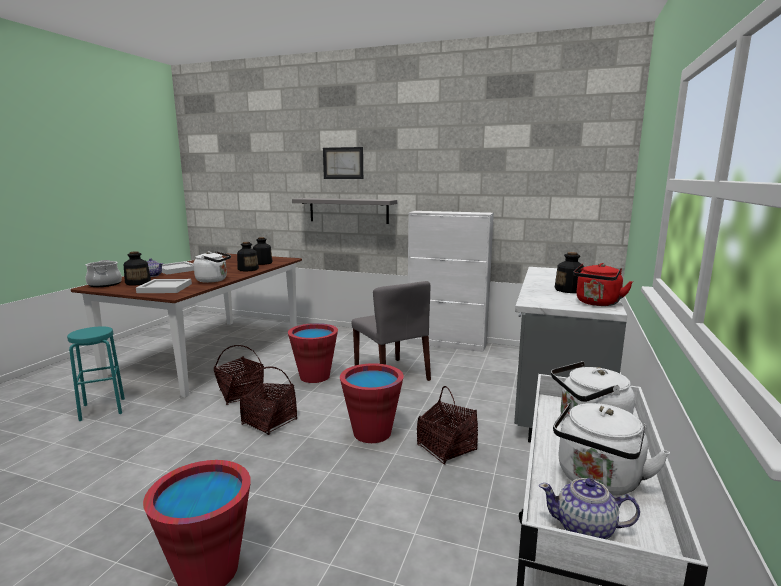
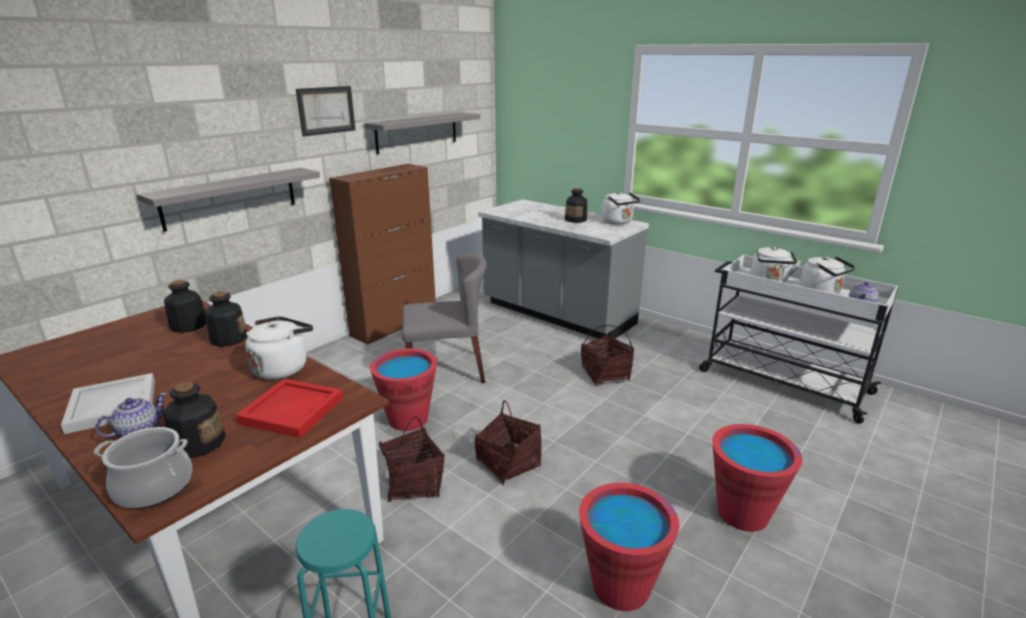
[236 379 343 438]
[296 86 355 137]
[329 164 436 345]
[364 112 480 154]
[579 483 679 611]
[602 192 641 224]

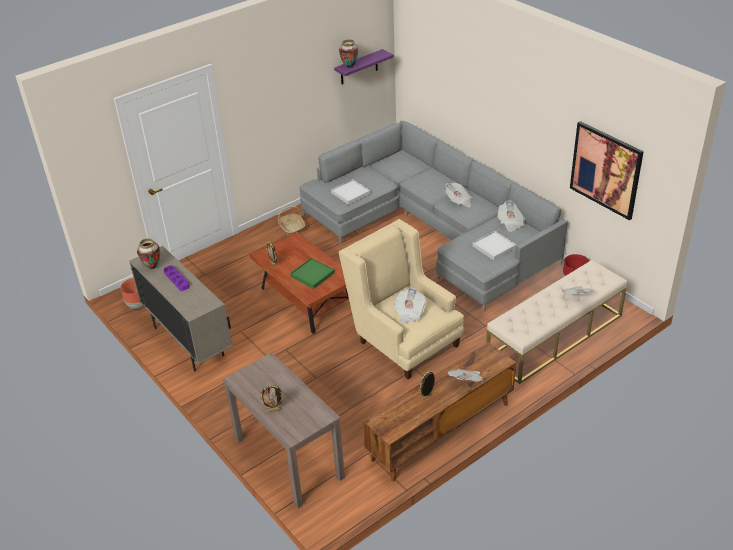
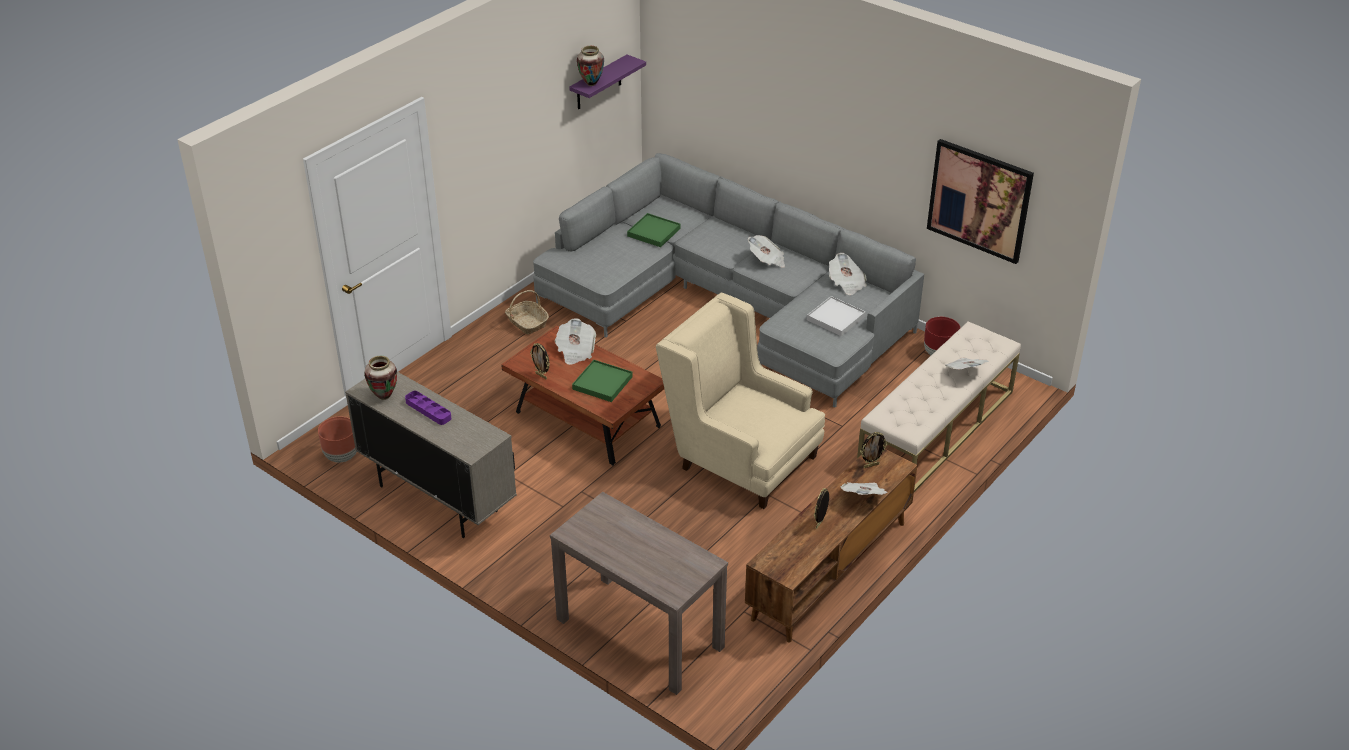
[555 318 596 365]
[627 213 681 247]
[860 432 887 468]
[331 179 370 205] (first image)

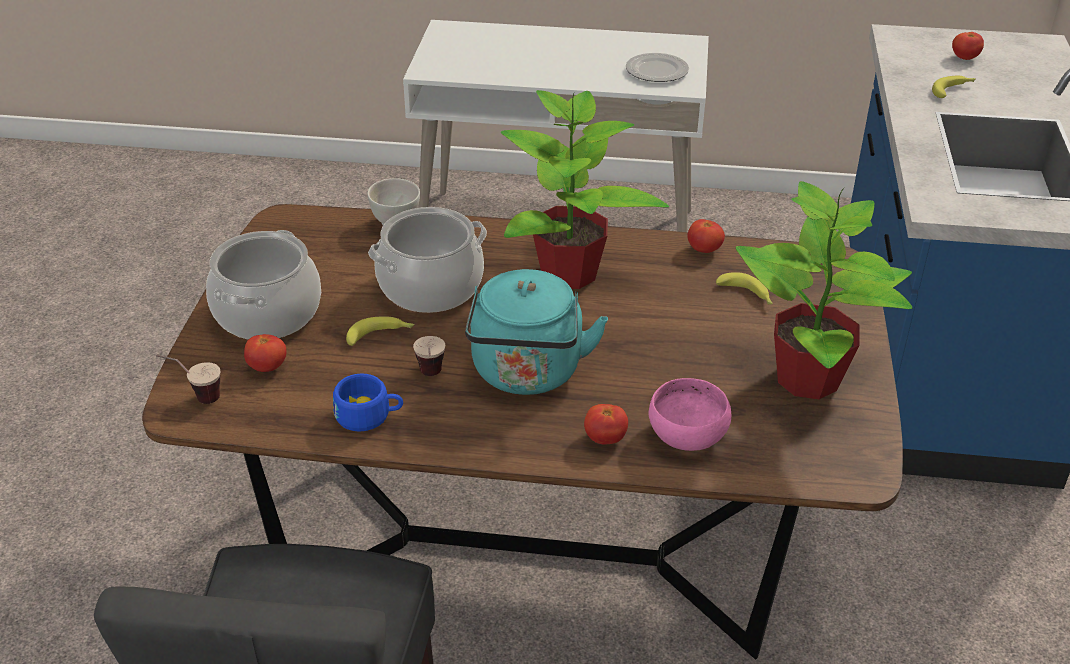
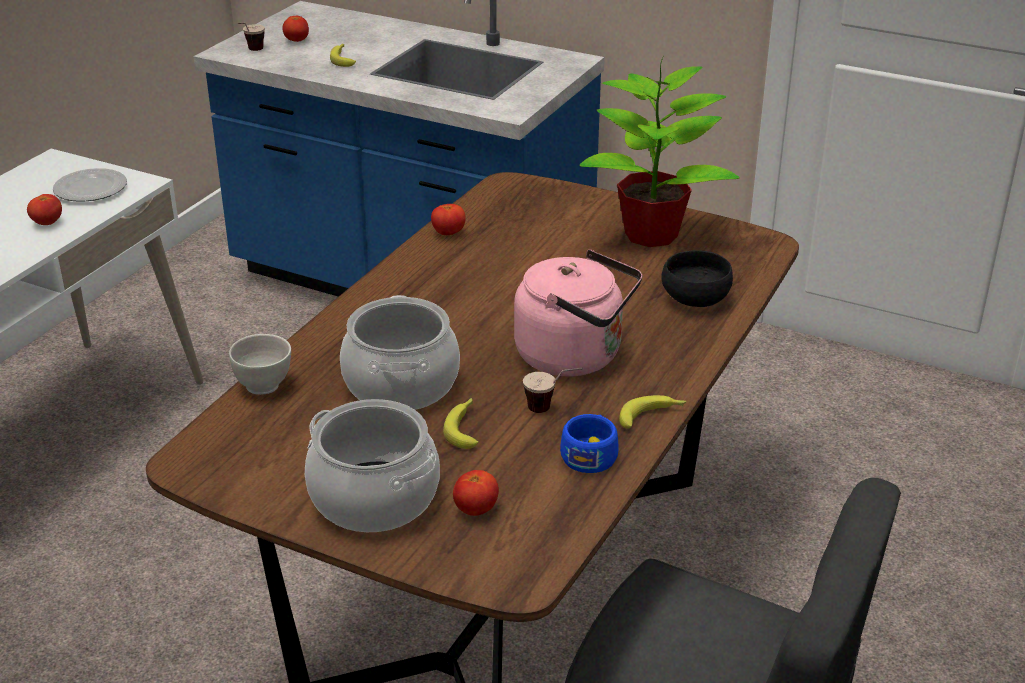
[27 194 62 225]
[237 22 265 51]
[514 250 642 377]
[619 395 687 429]
[661 250 733 307]
[501 90 669 289] (first image)

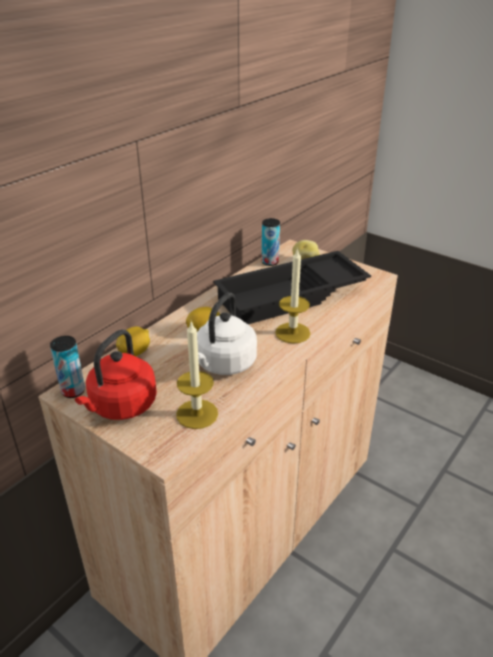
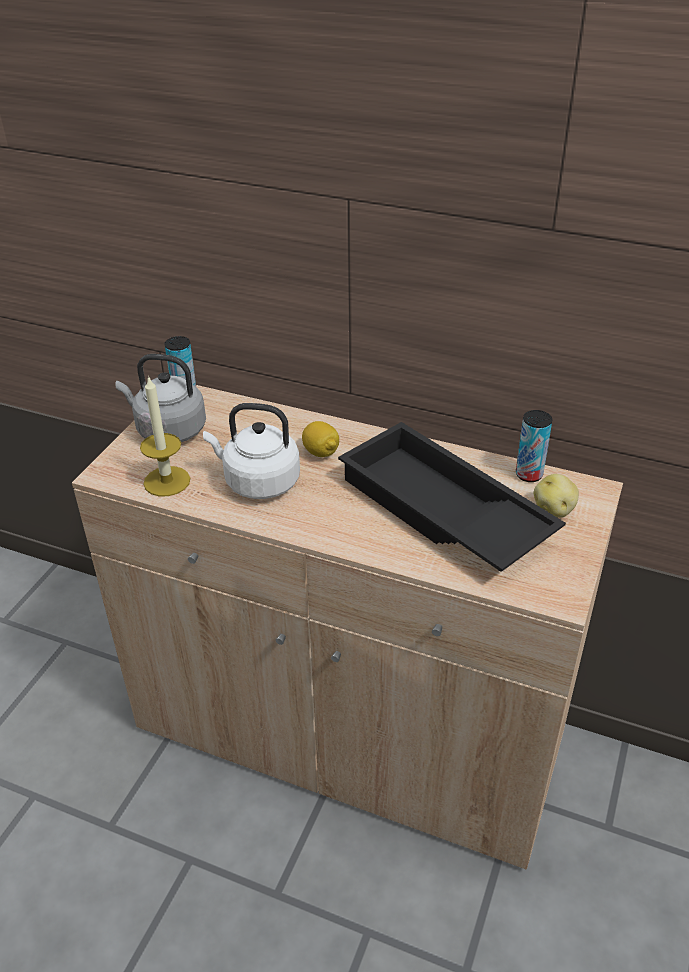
[116 354 206 442]
[116 327 150 357] (first image)
[275 248 311 343] (first image)

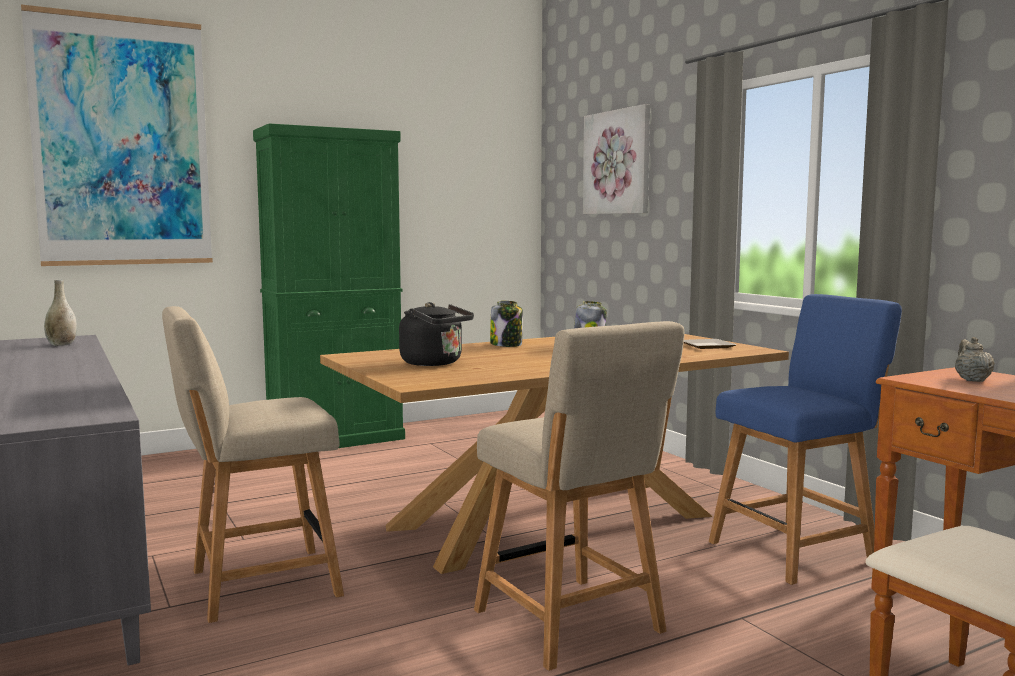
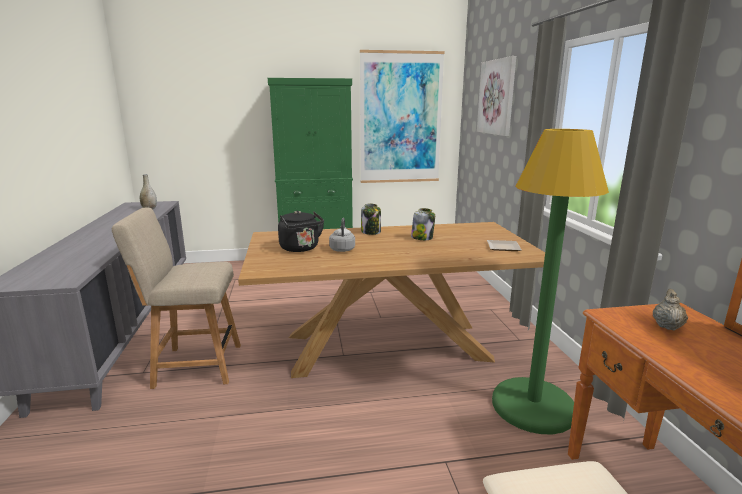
[329 218 355 252]
[360 50 445 183]
[492 129 609 434]
[474 321 685 671] (first image)

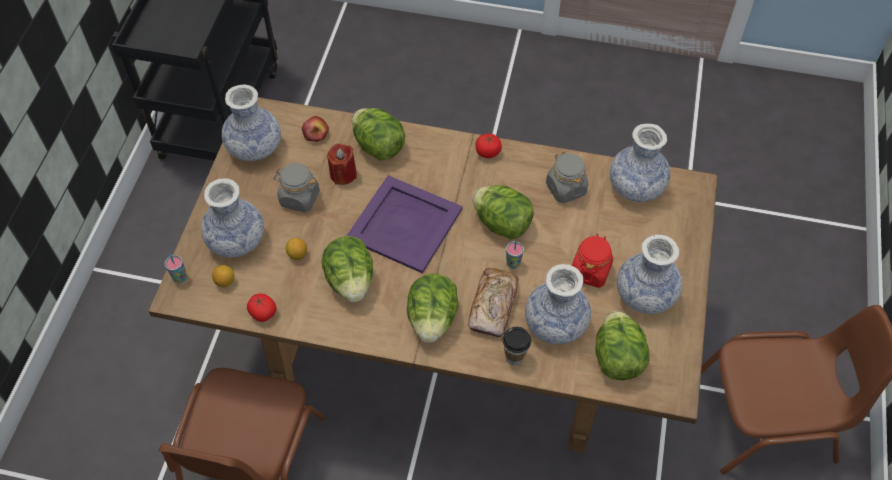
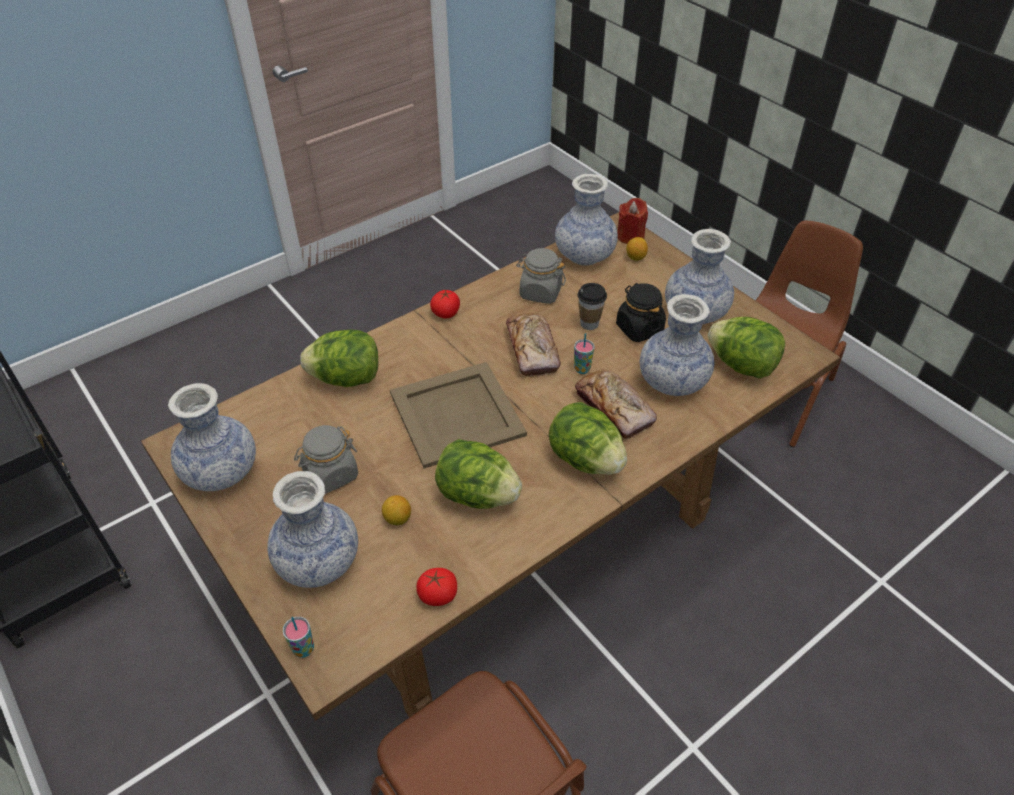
[390 362 527 468]
[506 313 561 377]
[578 283 607 330]
[616 283 666 342]
[618 198 648 244]
[626 237 648 261]
[302 116 329 142] (first image)

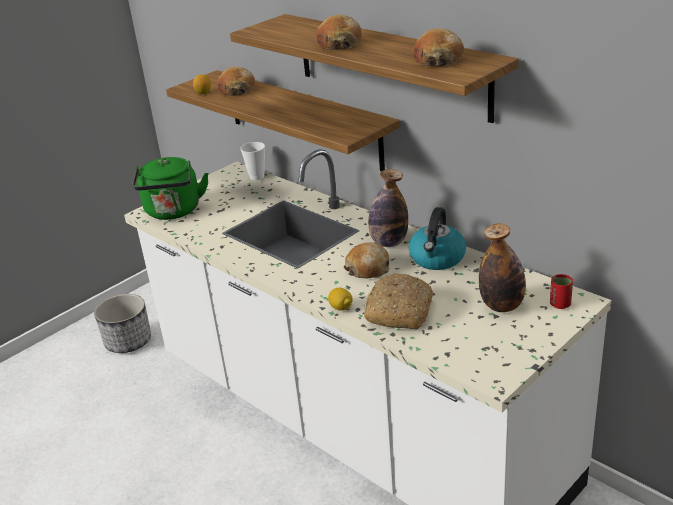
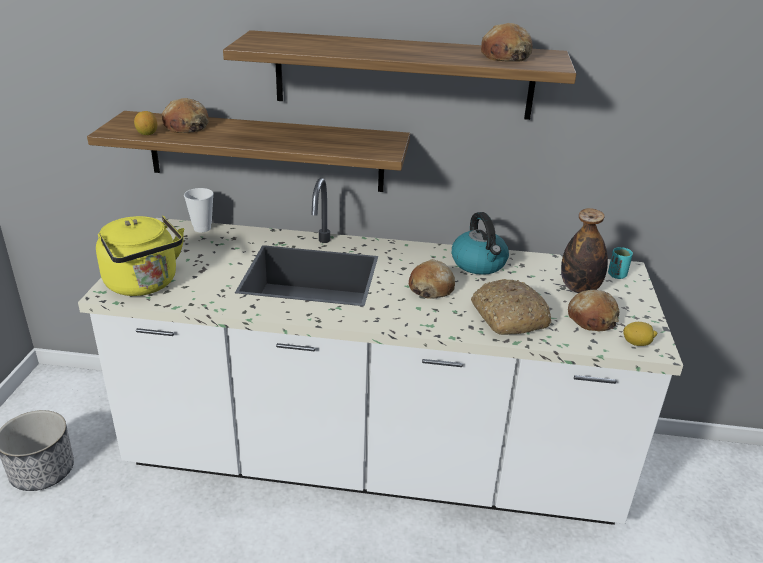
[96 216 184 296]
[568 290 620 331]
[608 247 633 279]
[623 322 657 346]
[368 169 408 247] (first image)

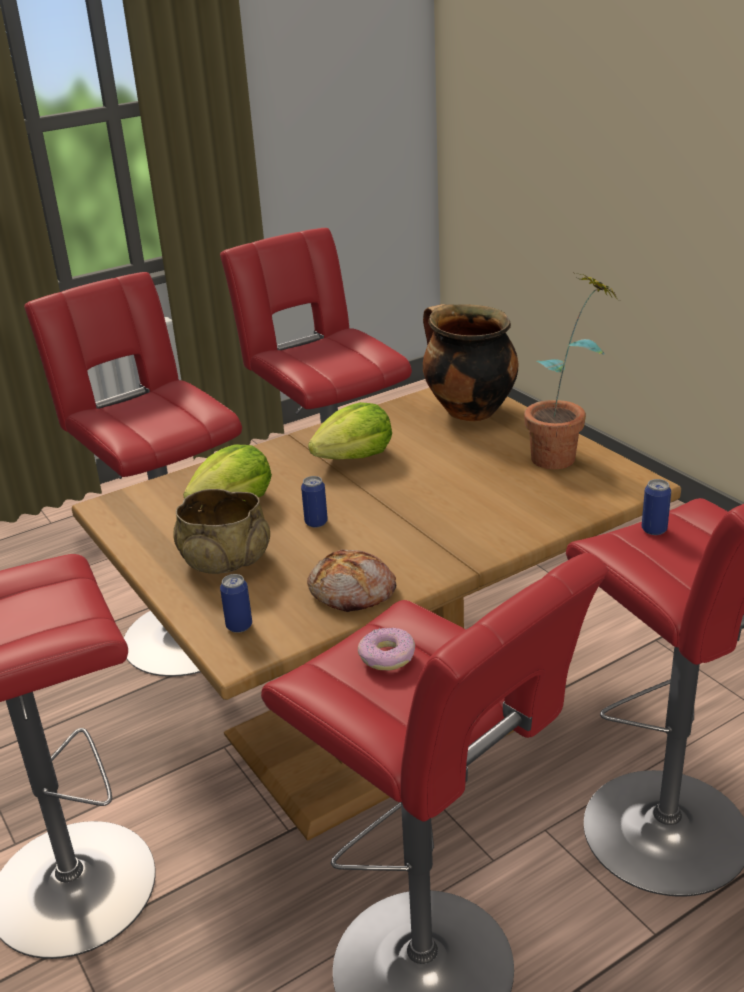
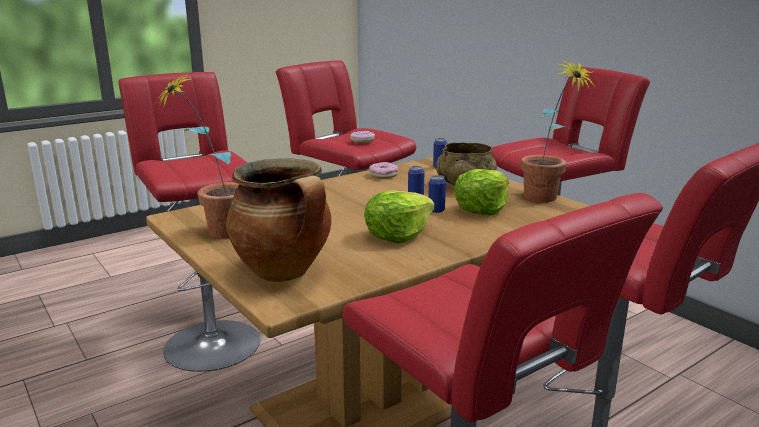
[369 162 398 179]
[428 175 446 213]
[521 59 596 202]

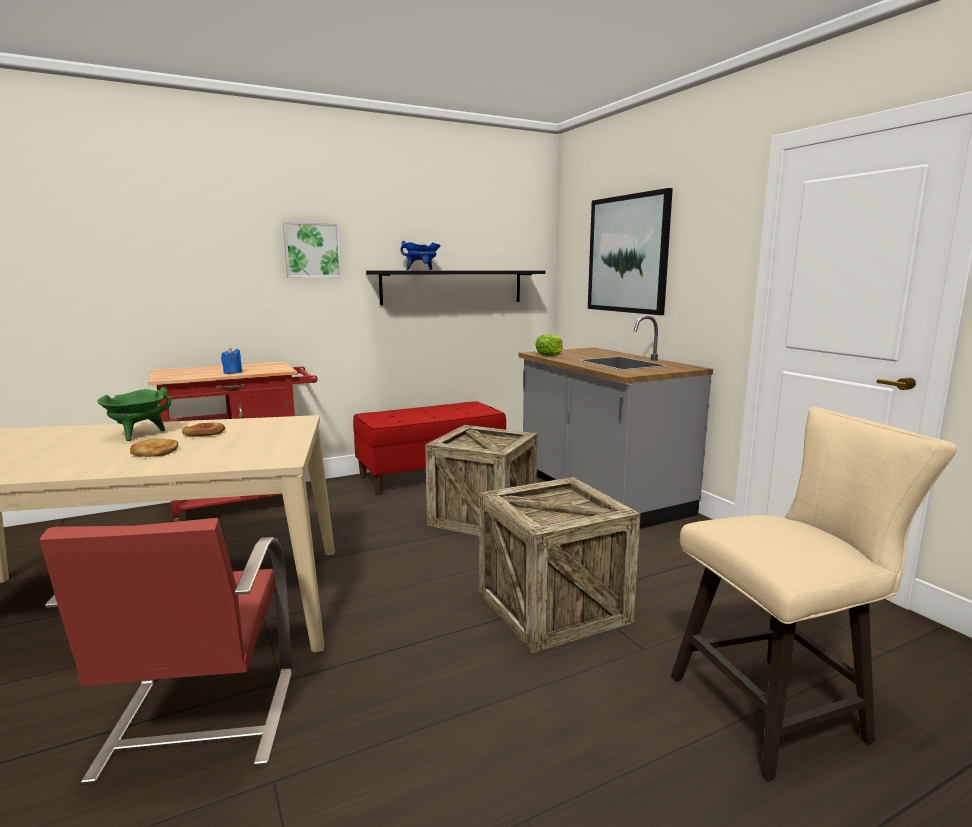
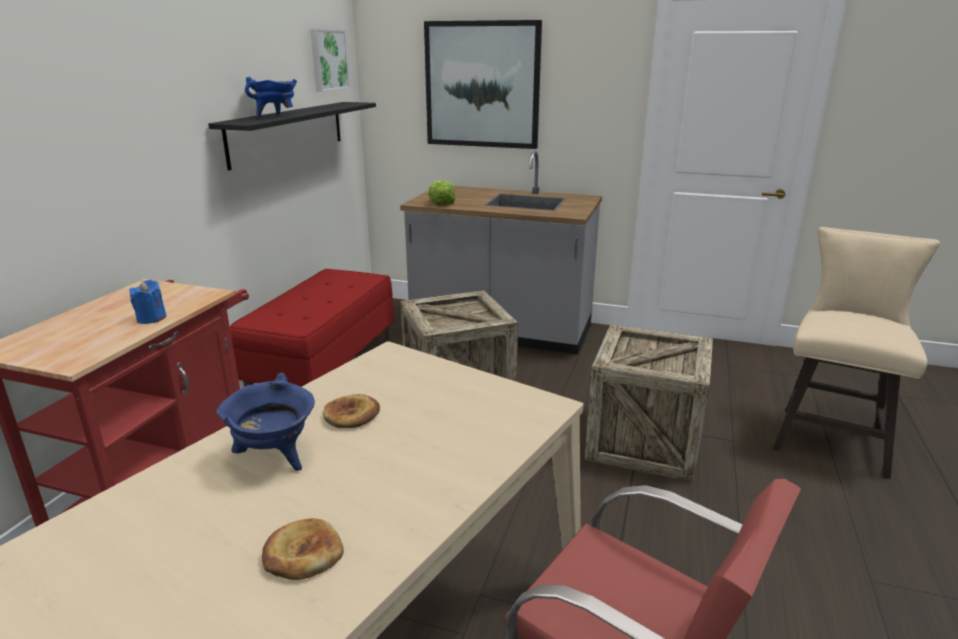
[217 373 315 471]
[262 518 344 580]
[310 29 350 92]

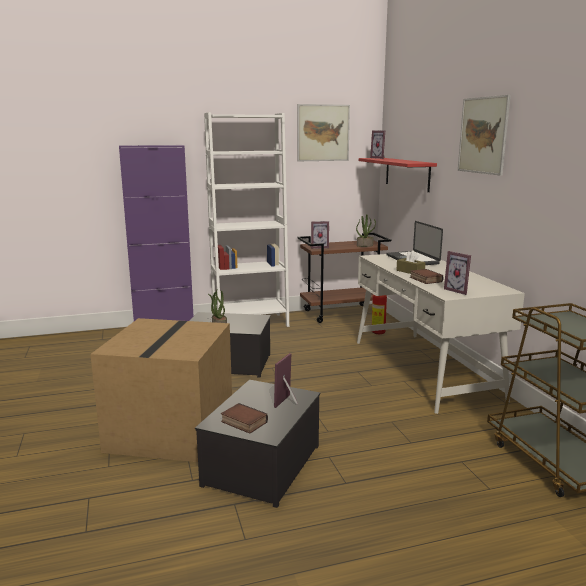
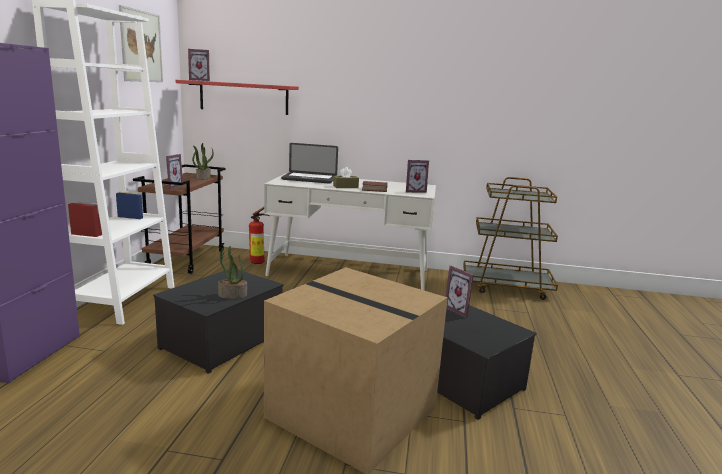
[221 403 268 434] (first image)
[458 95 511 176] (first image)

